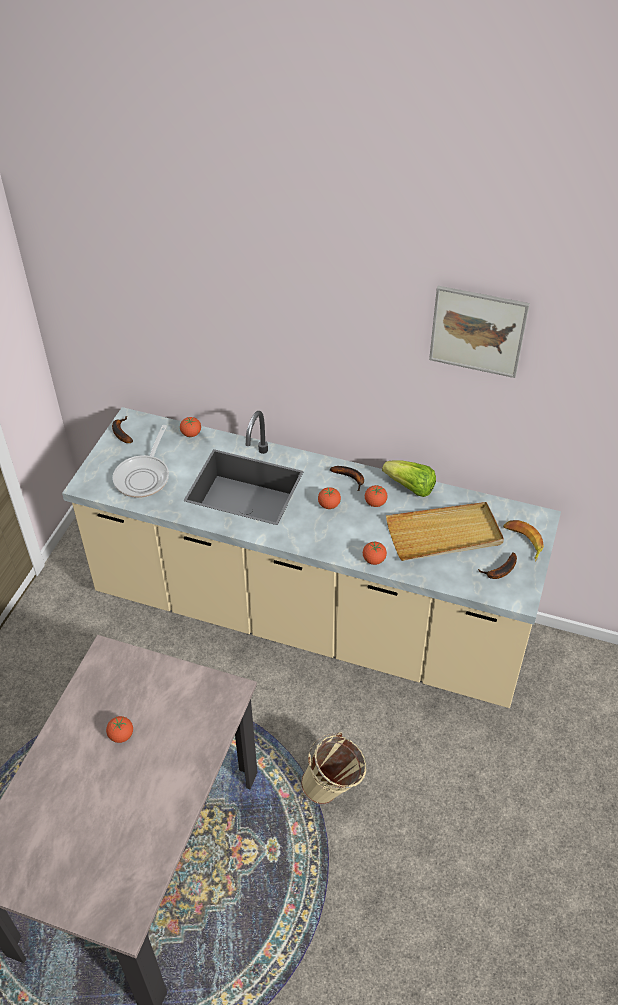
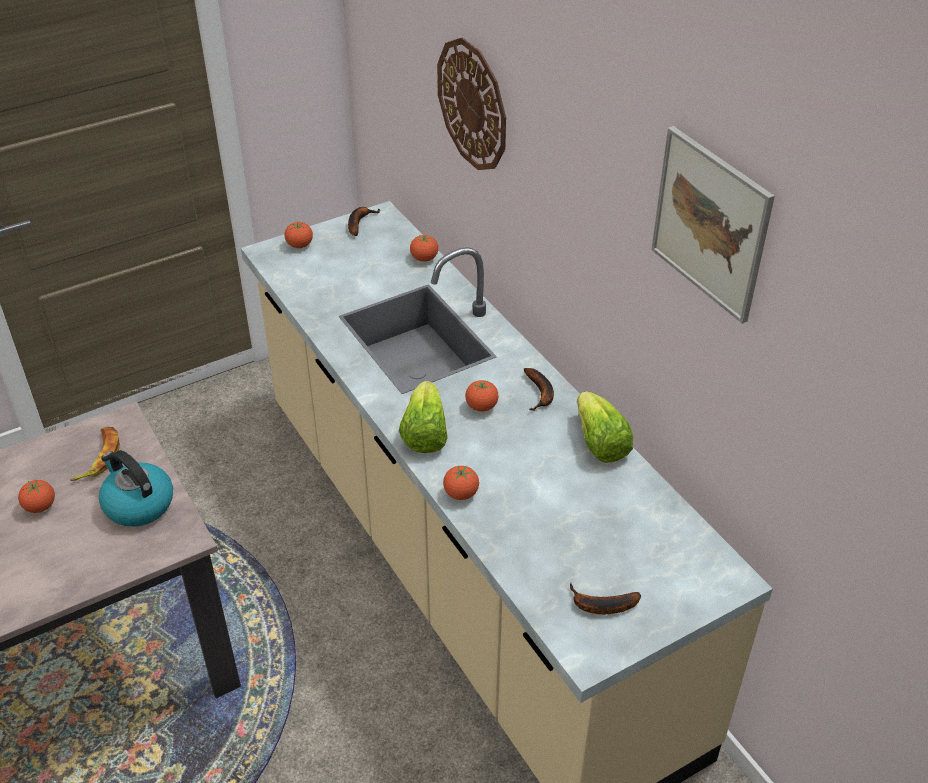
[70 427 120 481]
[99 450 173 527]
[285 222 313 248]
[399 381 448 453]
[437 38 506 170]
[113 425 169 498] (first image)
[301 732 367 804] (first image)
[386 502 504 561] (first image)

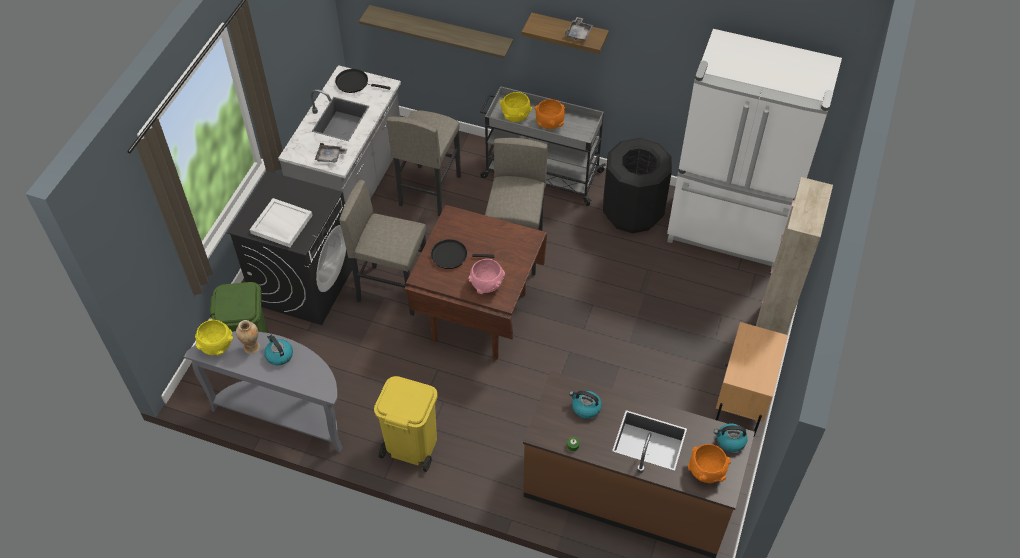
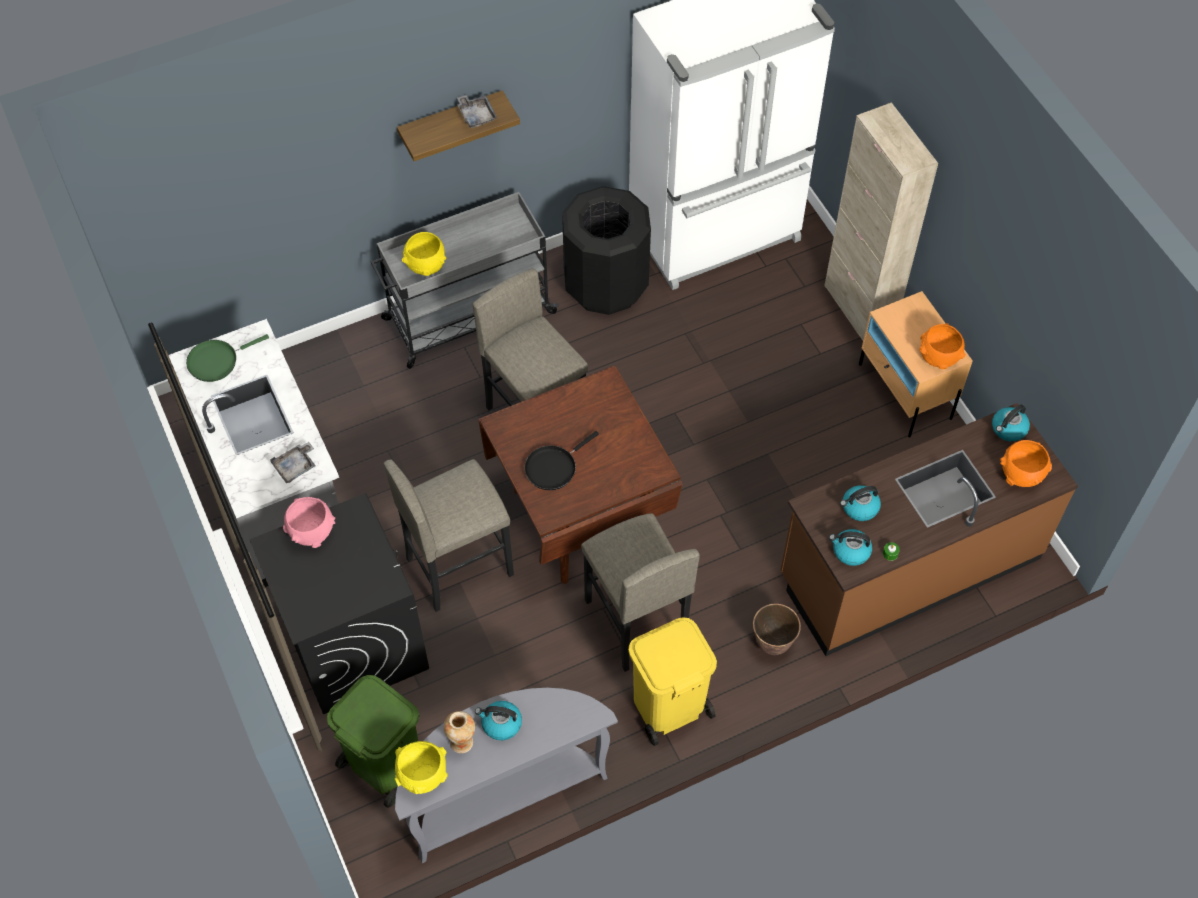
[186 334 269 382]
[283 497 335 548]
[581 513 700 672]
[753 604 801 655]
[829 529 872 566]
[919 323 965 369]
[250 198 313 247] (first image)
[359 5 513 59] (first image)

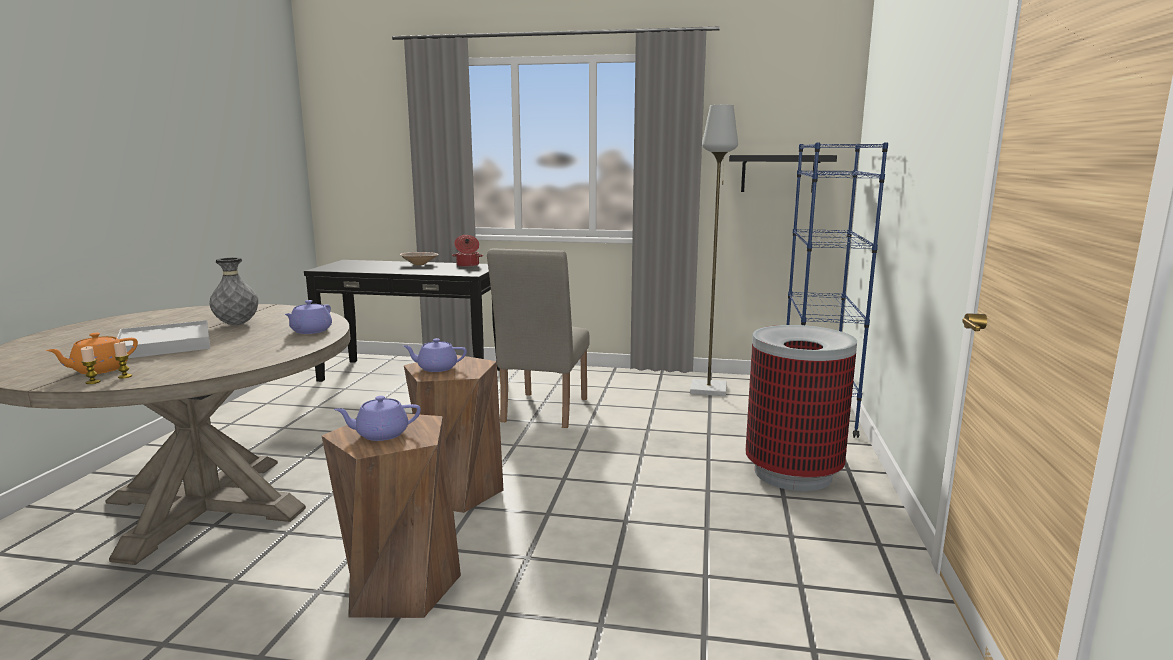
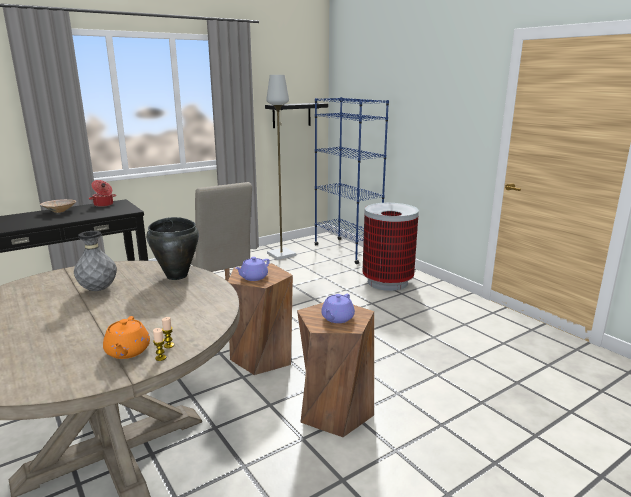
[146 217 199 280]
[117 320 210 358] (first image)

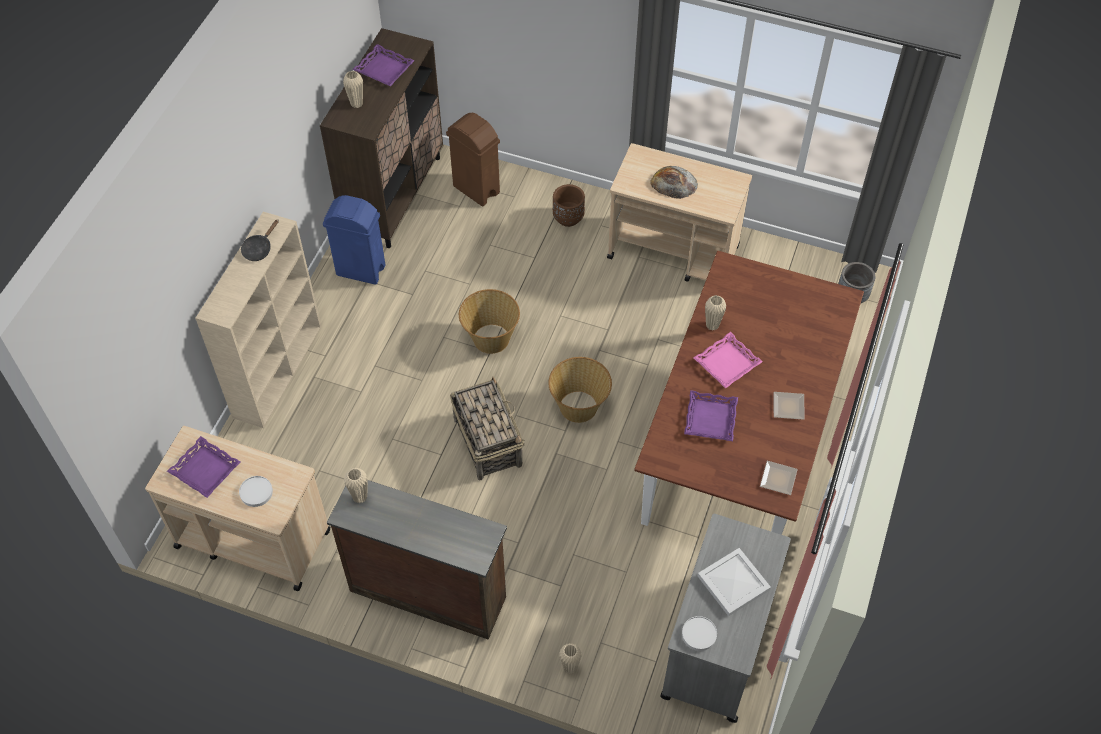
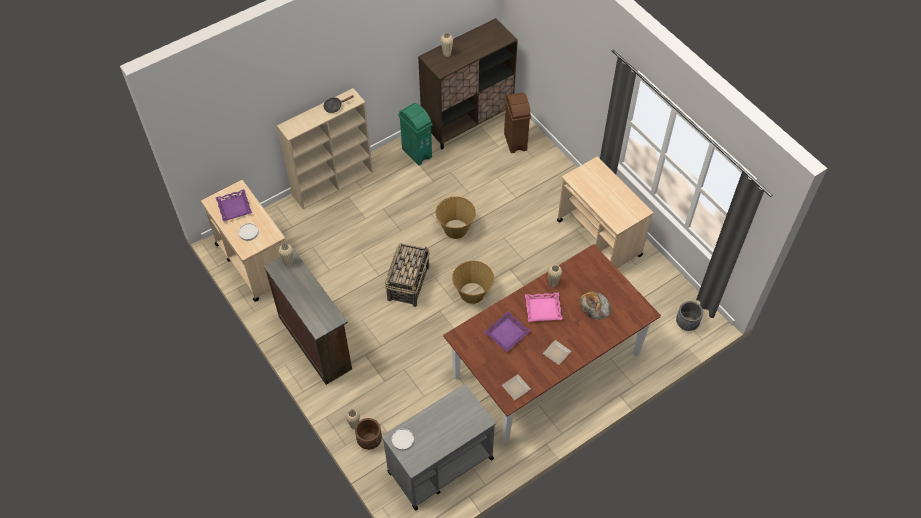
[355 418 382 450]
[398 103 433 165]
[579 292 611 320]
[352 44 415 86] (first image)
[698 548 771 616] (first image)

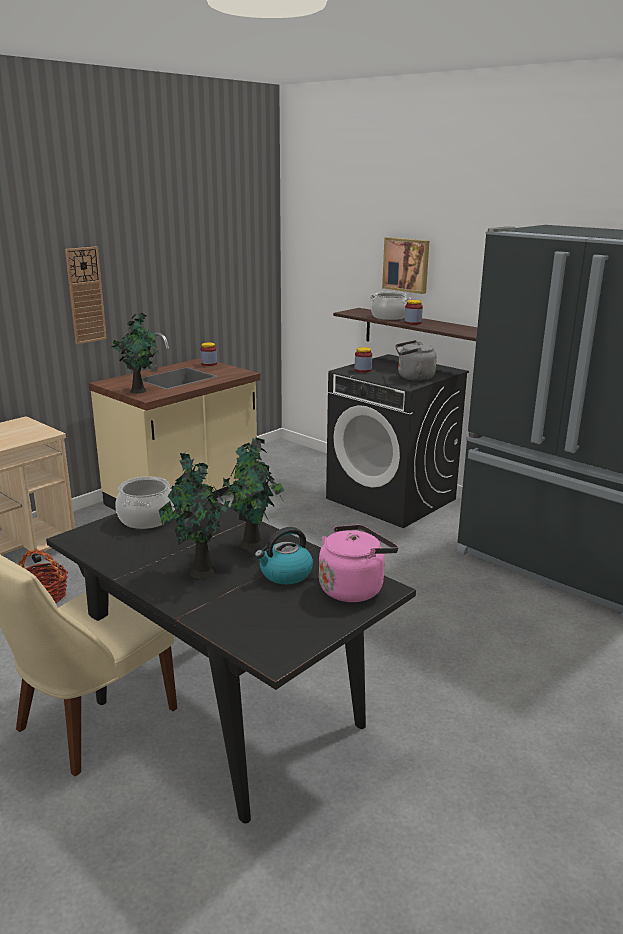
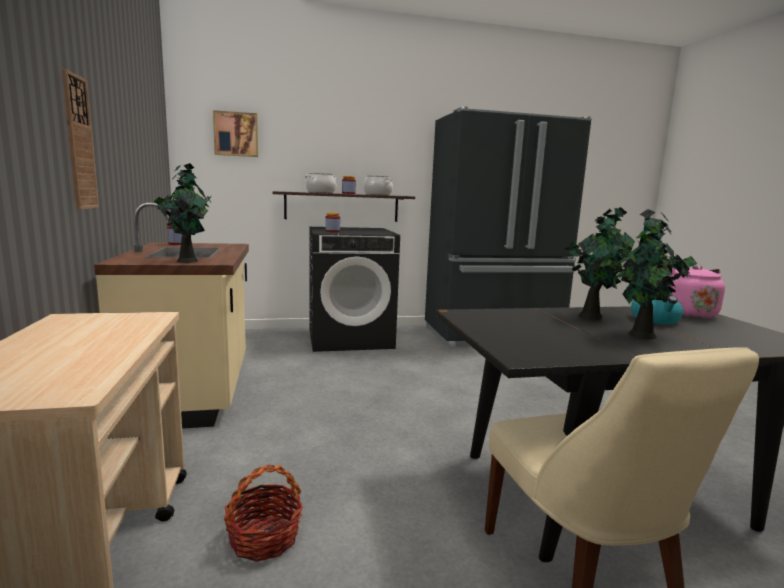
[213 110 258 157]
[363 176 393 195]
[395 340 437 381] (first image)

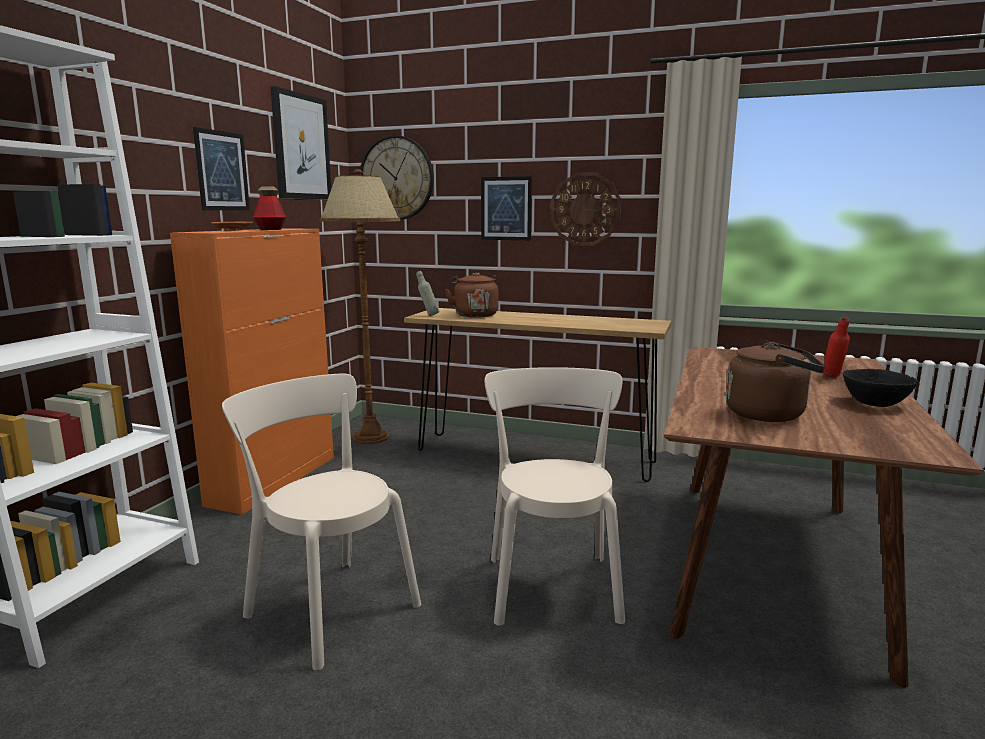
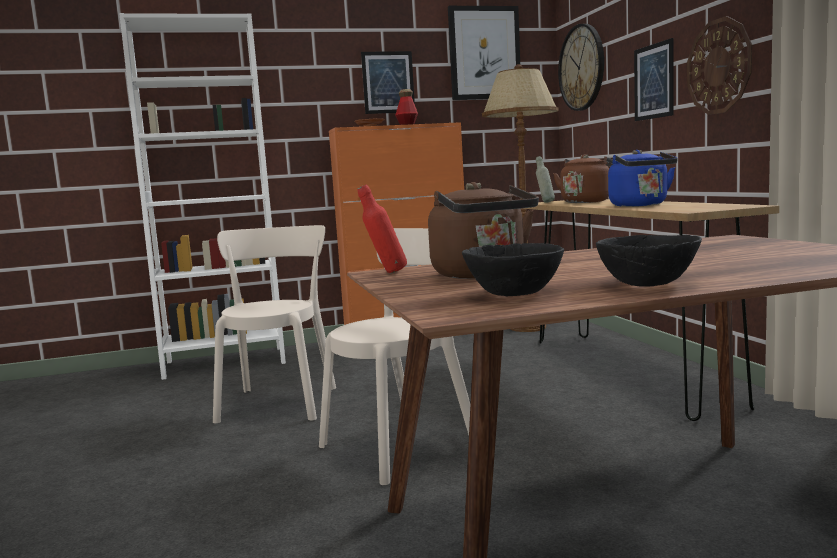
[357 185 407 273]
[462 243 564 296]
[608 150 678 207]

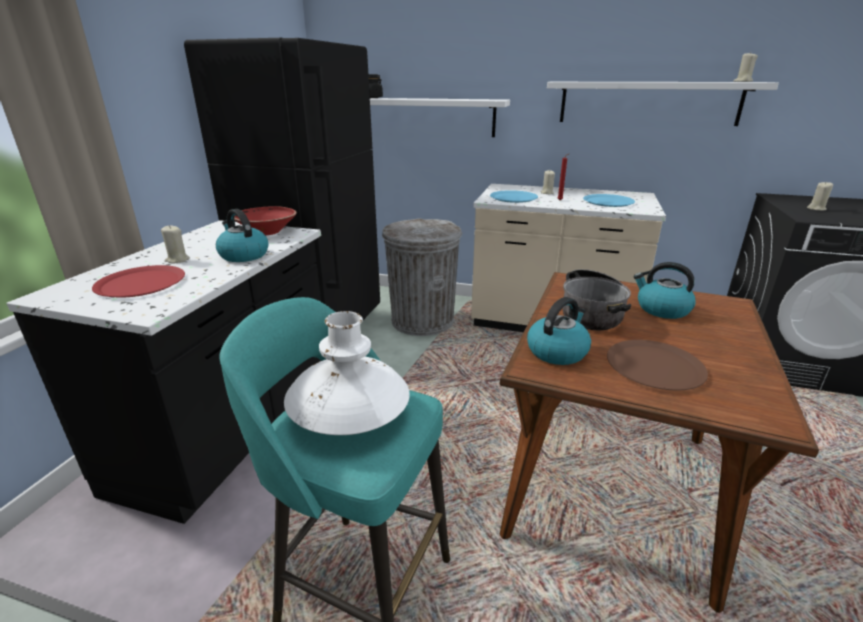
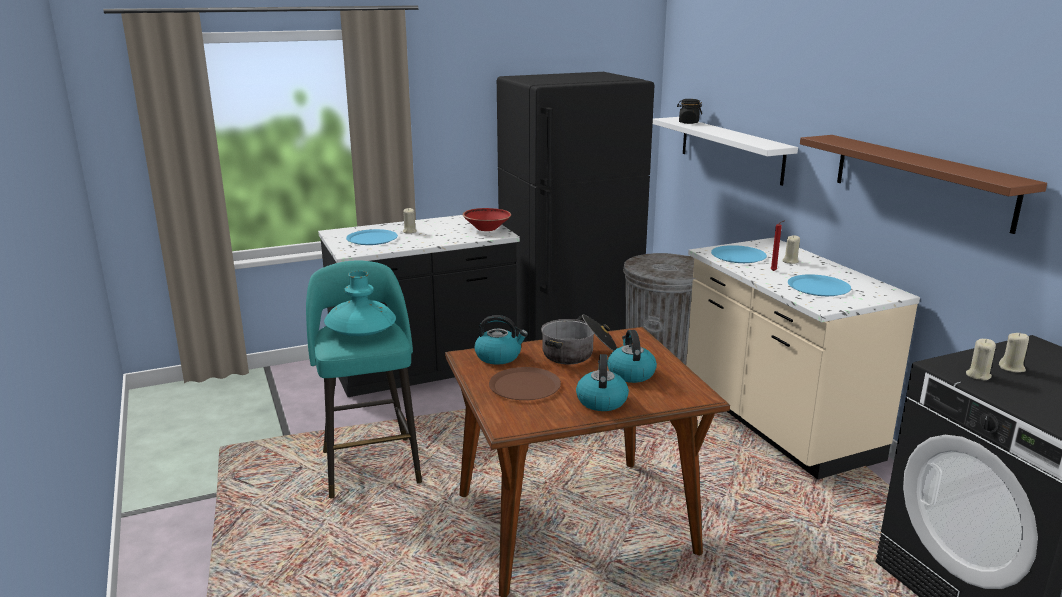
[324 271 396 336]
[346 229 398 245]
[576 354 629 411]
[800 135 1047 234]
[966 339 996 380]

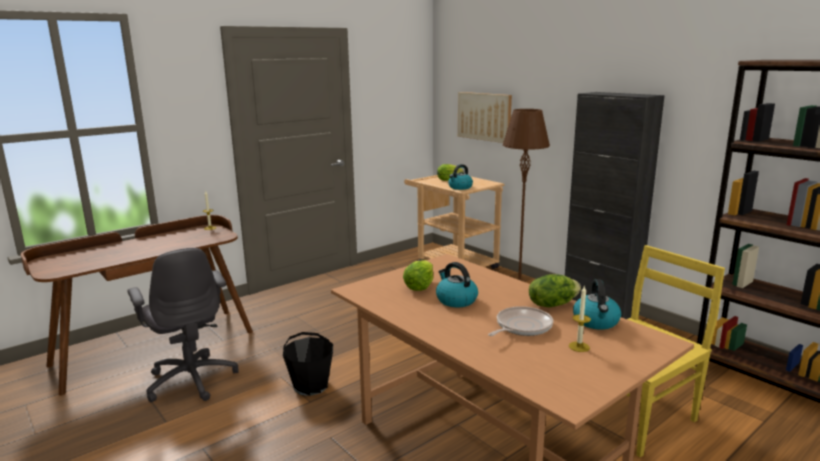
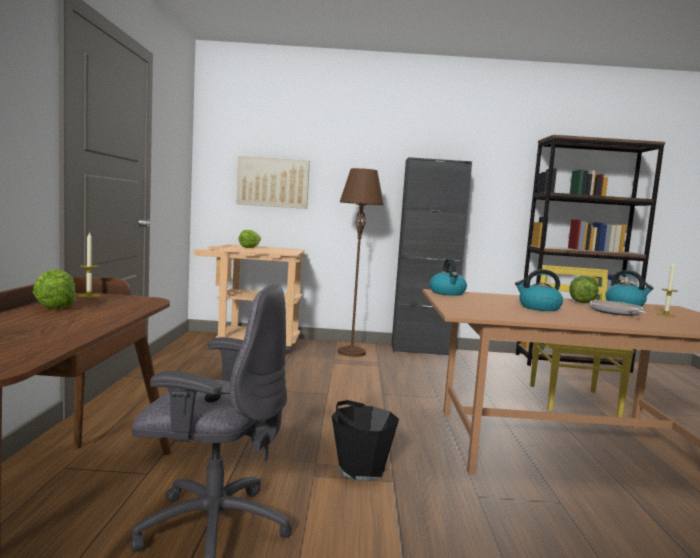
[32 269 76 310]
[430 258 467 296]

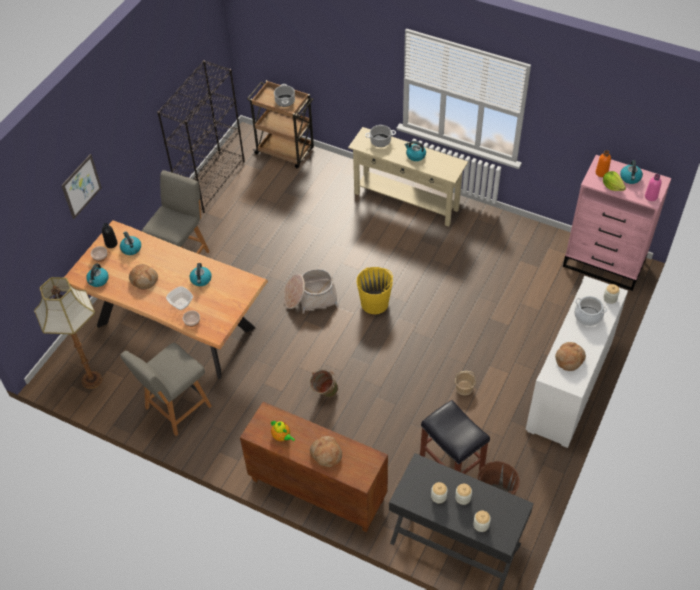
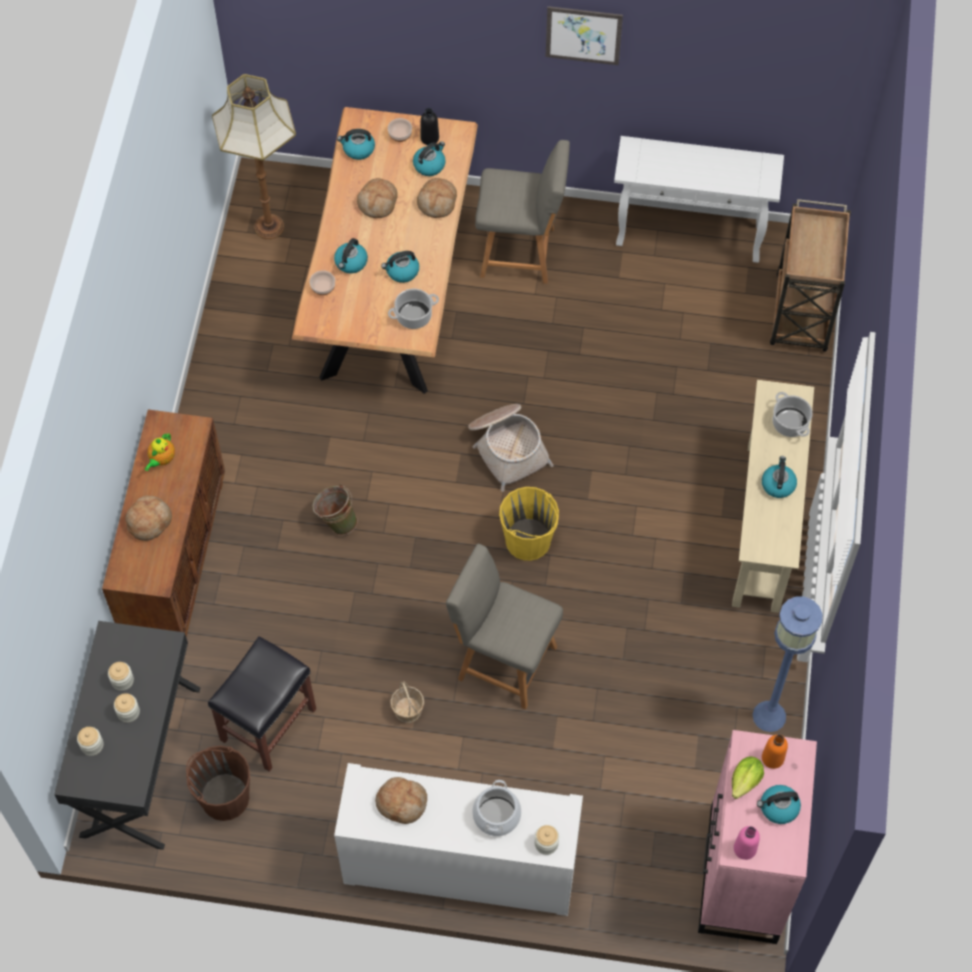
[334 238 368 274]
[388 289 439 329]
[417 178 457 218]
[446 544 563 710]
[546 6 623 65]
[614 136 784 263]
[753 596 823 732]

